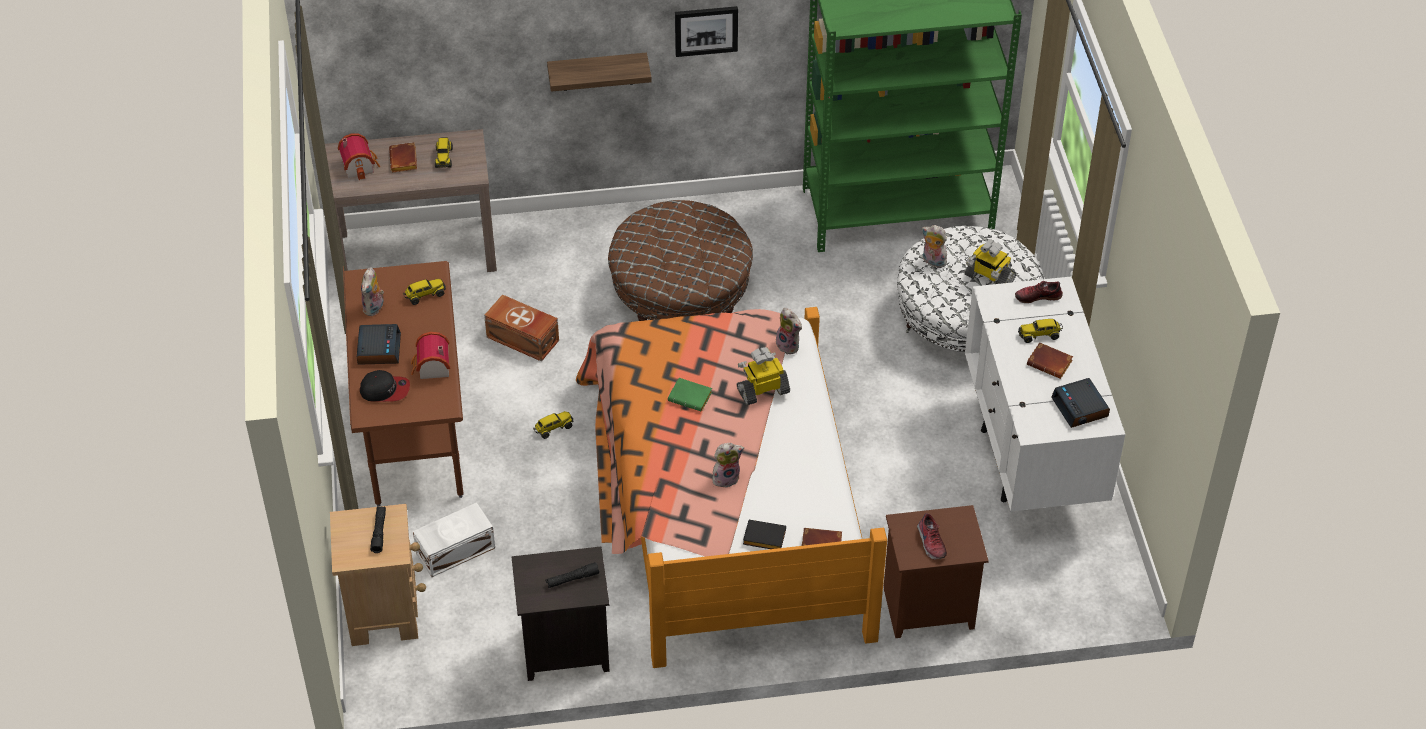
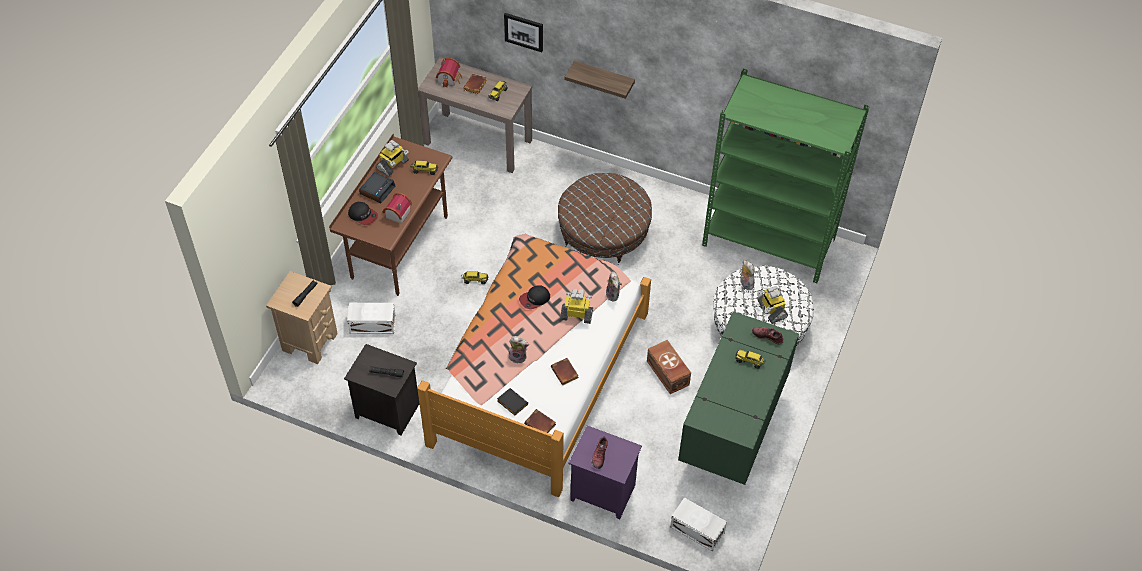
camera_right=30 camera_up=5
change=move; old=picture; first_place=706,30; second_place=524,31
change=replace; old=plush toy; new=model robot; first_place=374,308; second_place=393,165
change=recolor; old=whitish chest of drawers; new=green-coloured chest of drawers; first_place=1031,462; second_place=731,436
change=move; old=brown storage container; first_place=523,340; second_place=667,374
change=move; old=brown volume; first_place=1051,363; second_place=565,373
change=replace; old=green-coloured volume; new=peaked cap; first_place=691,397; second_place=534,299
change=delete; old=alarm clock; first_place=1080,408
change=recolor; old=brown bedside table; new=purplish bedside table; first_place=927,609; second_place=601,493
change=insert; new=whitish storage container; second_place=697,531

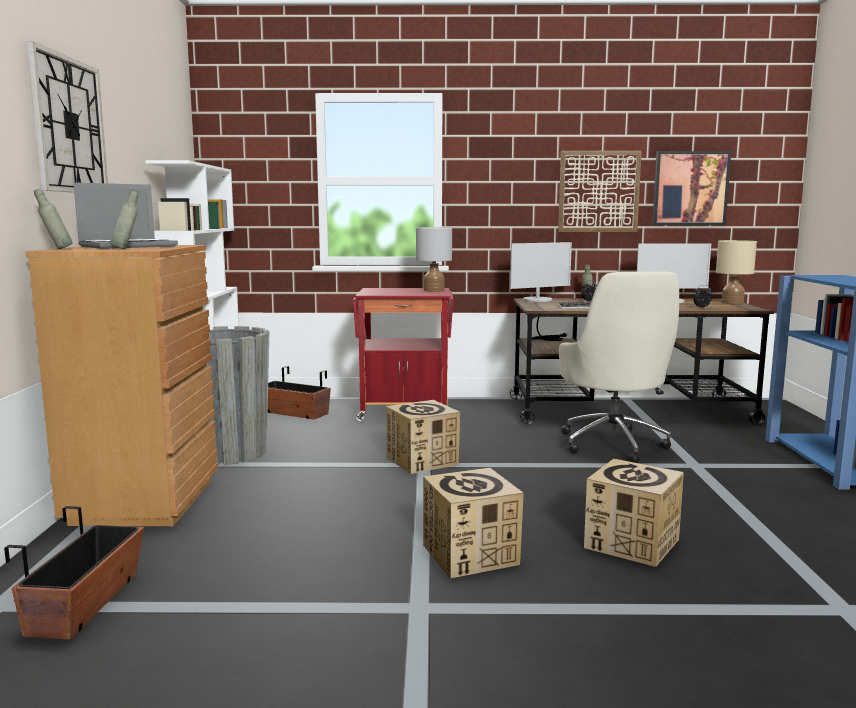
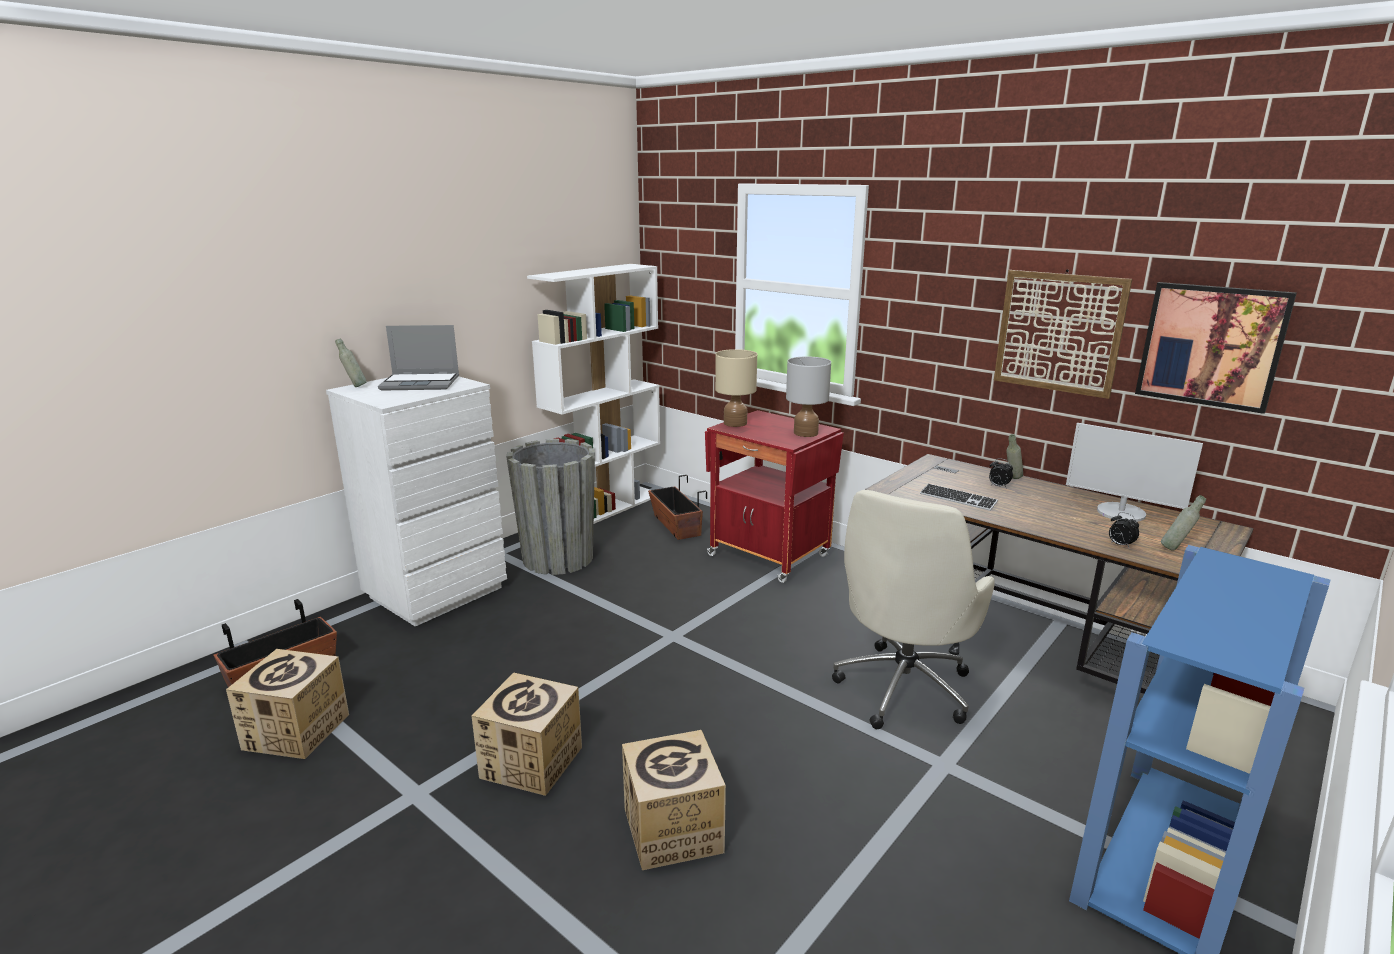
camera_right=40 camera_up=10
change=delete; old=hanging clock; first_place=69,125
change=move; old=gray beverage bottle; first_place=126,249; second_place=1176,549
change=move; old=beige tabletop lamp; first_place=732,303; second_place=734,423
change=delete; old=computer screen; first_place=538,300
change=recolor; old=brown chest of drawers; new=whitish chest of drawers; first_place=142,501; second_place=436,591
change=move; old=cardboard box; first_place=422,461; second_place=296,731

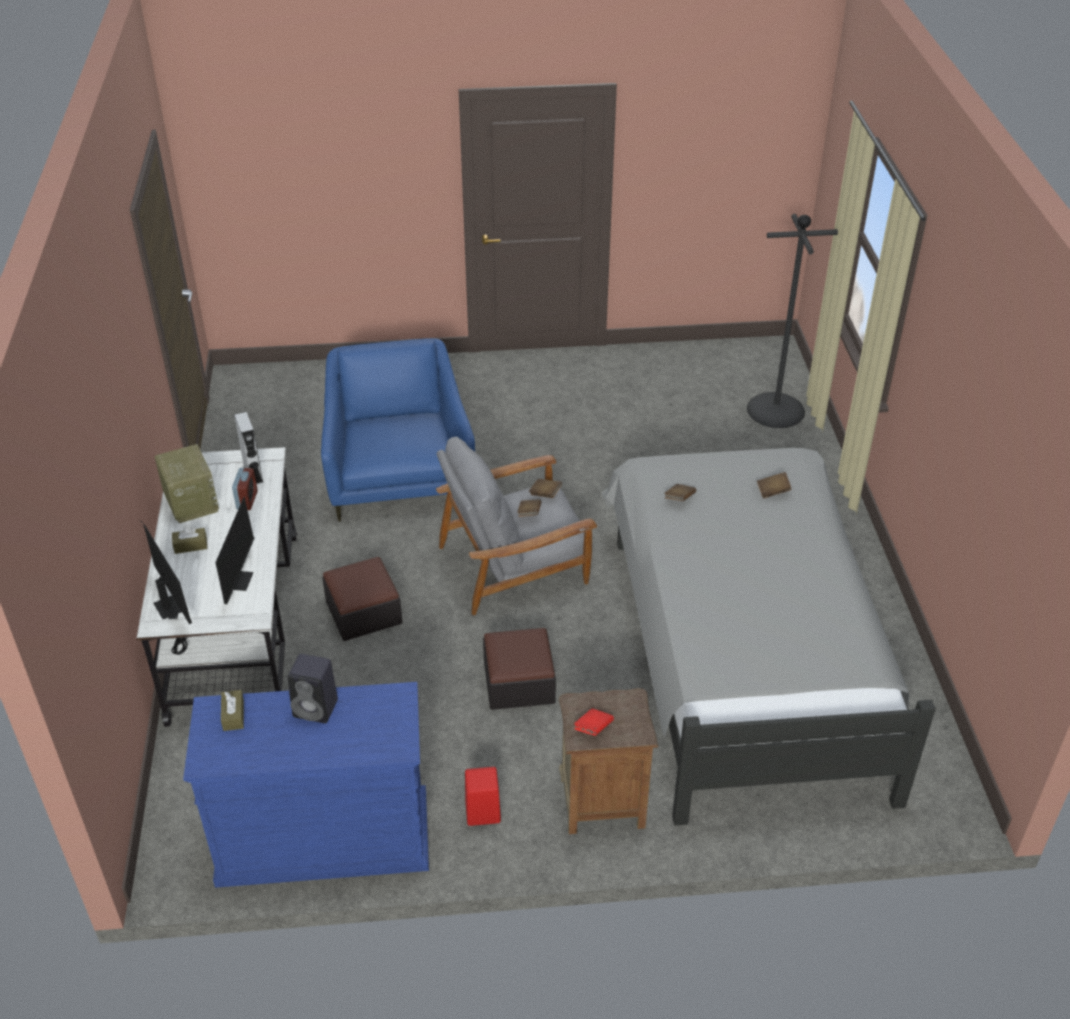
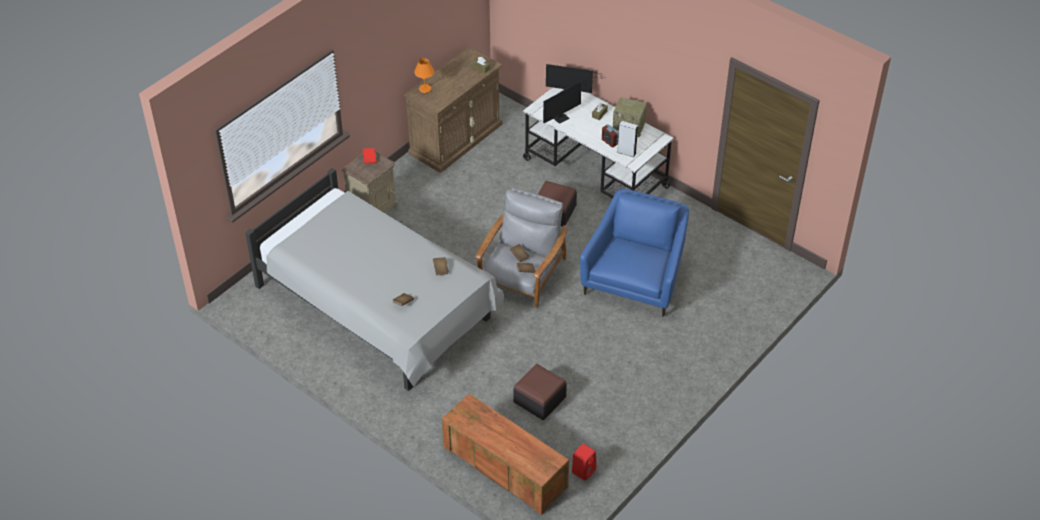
camera_right=135 camera_up=5
change=replace; old=blackish garment stand; new=brown indoor bench; first_place=775,410; second_place=503,467
change=rotate; old=blue easy chair; first_place=399,475; second_place=635,278; degrees=-105
change=rotate; old=computer screen; first_place=239,577; second_place=562,117; degrees=-90
change=move; old=pouffe; first_place=519,682; second_place=539,399
change=delete; old=blackish speaker; first_place=317,708
change=recolor; old=blue chest of drawers; new=brown chest of drawers; first_place=323,838; second_place=455,139
change=move; old=red speaker; first_place=481,813; second_place=584,470
change=insert; new=orange-coloured tabletop lamp; second_place=425,89

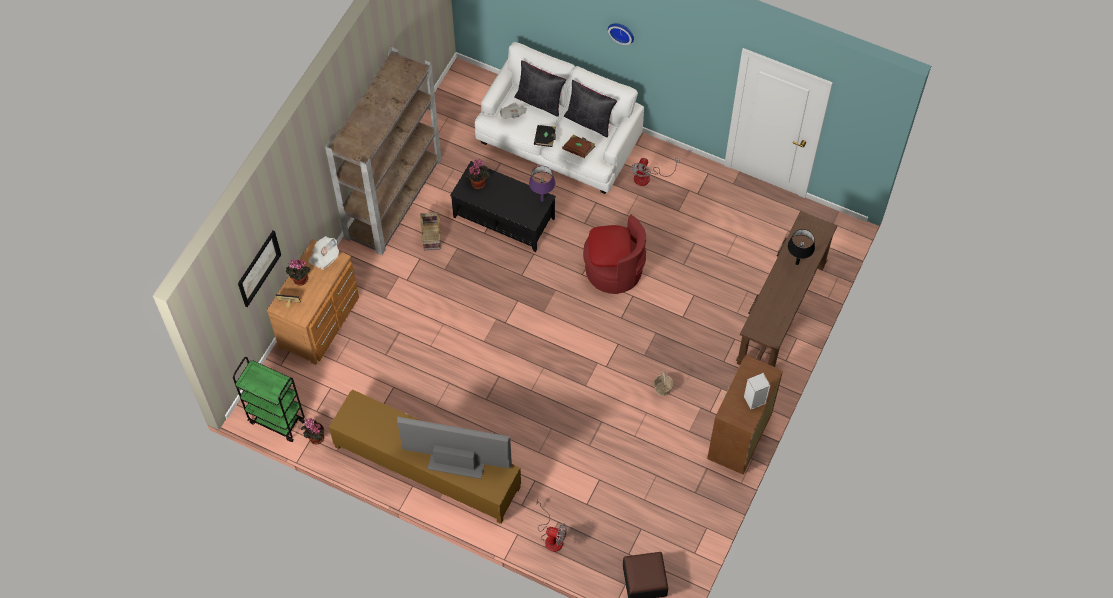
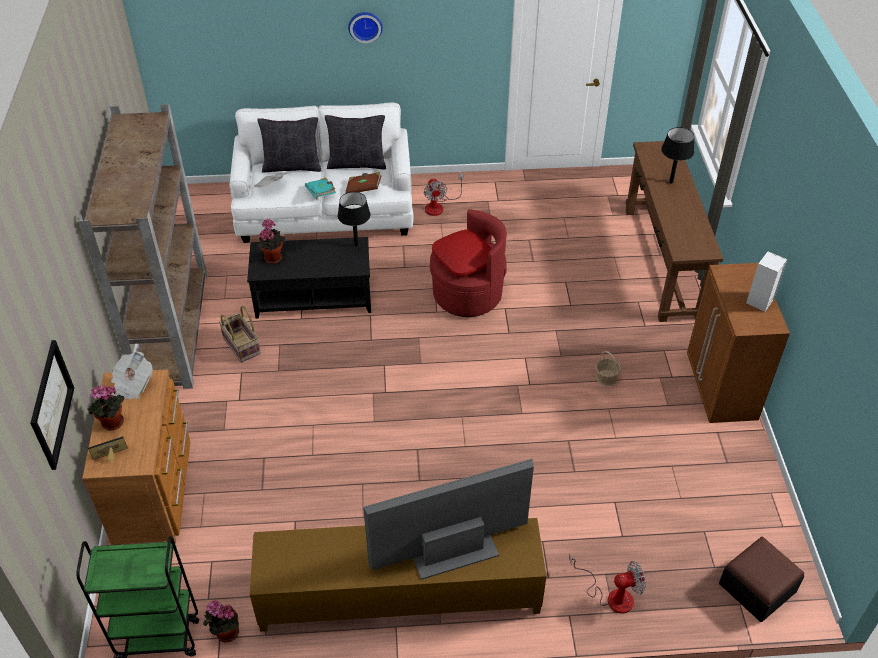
camera_right=-30 camera_up=-15
change=recolor; old=blackish volume; new=turquoise-coloured volume; first_place=545,139; second_place=321,193
change=recolor; old=purplish tabletop lamp; new=blackish tabletop lamp; first_place=542,200; second_place=356,245

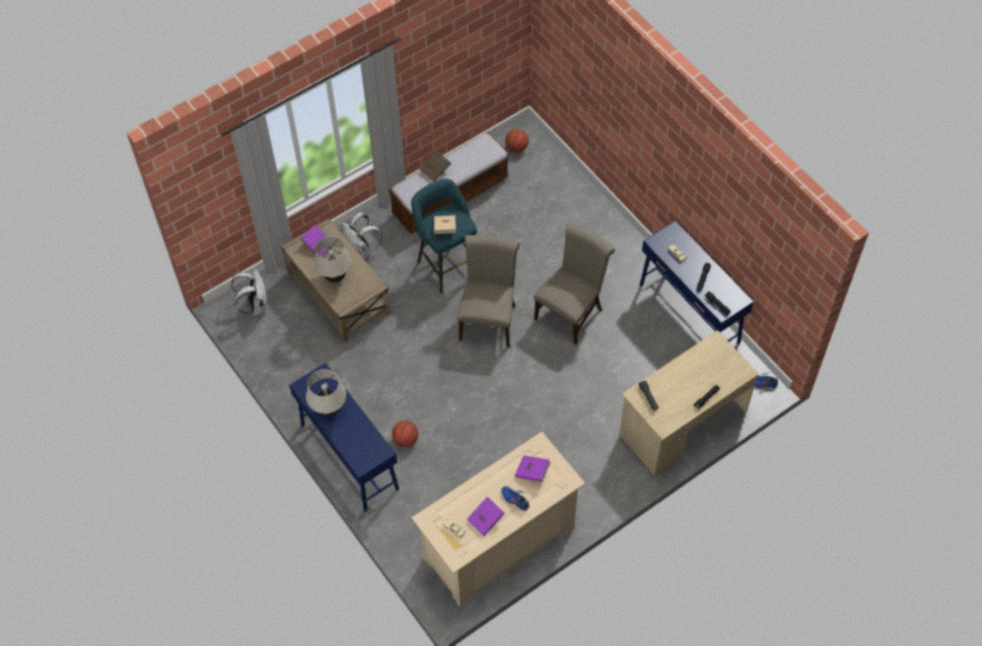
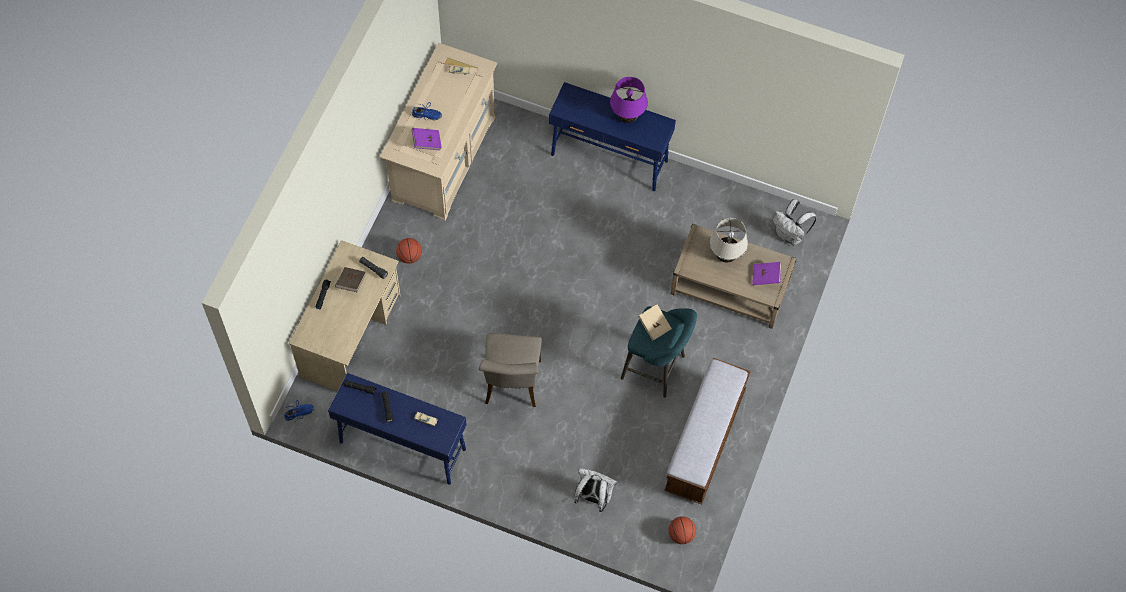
camera_right=145 camera_up=5
change=move; old=brown volume; first_place=435,170; second_place=351,283
change=move; old=whitish backpack; first_place=361,250; second_place=593,497
change=delete; old=beige upright chair; first_place=488,319
change=recolor; old=beige tabletop lamp; new=purplish tabletop lamp; first_place=329,410; second_place=627,117
change=move; old=basketball; first_place=405,440; second_place=409,256
change=delete; old=purplish volume; first_place=485,519

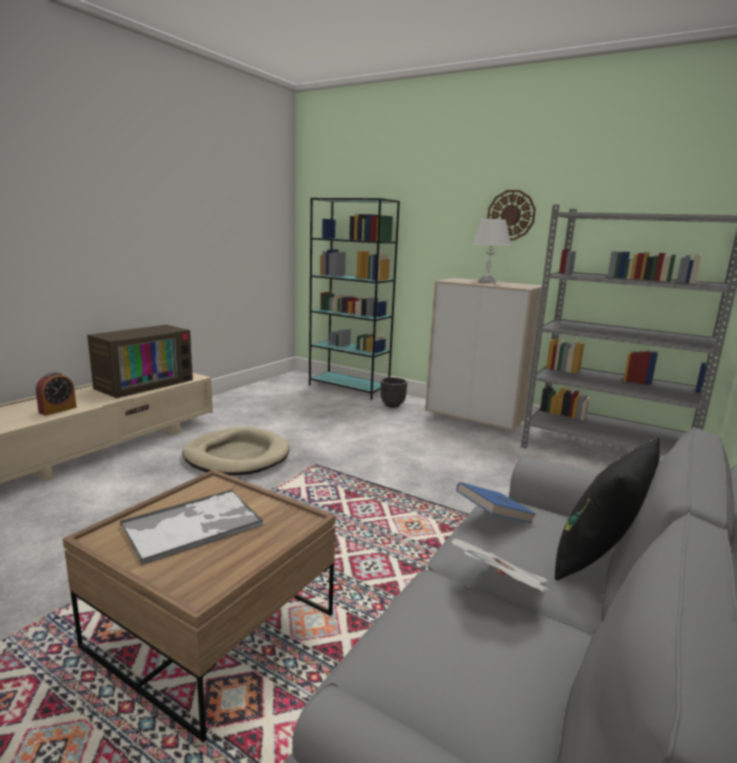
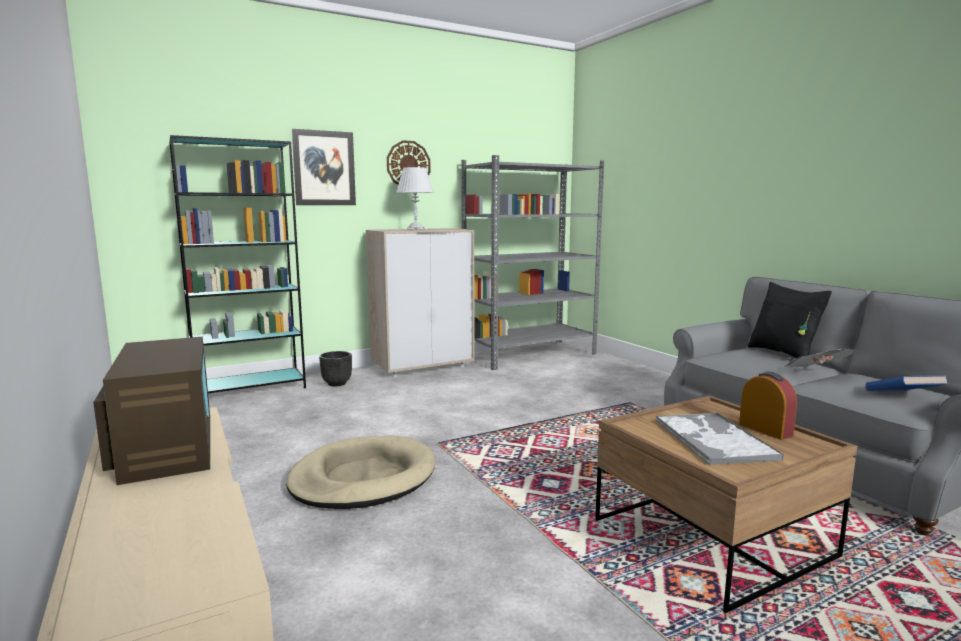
camera_right=-60 camera_up=-5
change=move; old=alarm clock; first_place=58,410; second_place=765,429
change=move; old=blue volume; first_place=493,518; second_place=902,397
change=insert; new=picture; second_place=324,168

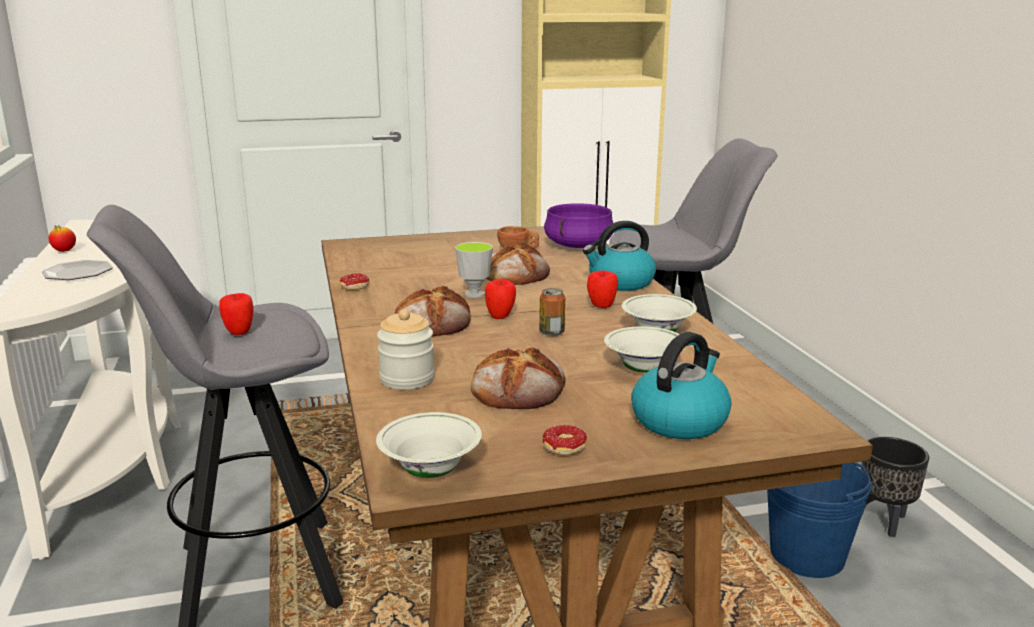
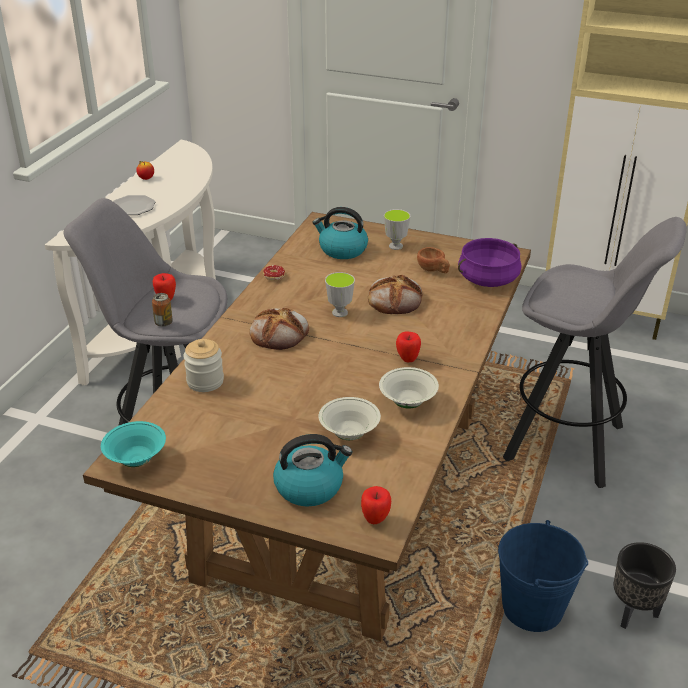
camera_right=35 camera_up=15
change=move; old=kettle; first_place=620,283; second_place=342,250
change=move; old=apple; first_place=500,317; second_place=375,520
change=move; old=sealed can; first_place=551,332; second_place=163,323
change=delete; old=bakery bread; first_place=518,389
change=recolor; old=whitish serving bowl; new=turquoise-coloured serving bowl; first_place=431,471; second_place=136,460
change=delete; old=donut; first_place=566,451
change=insert; new=drinking cup; second_place=395,246

